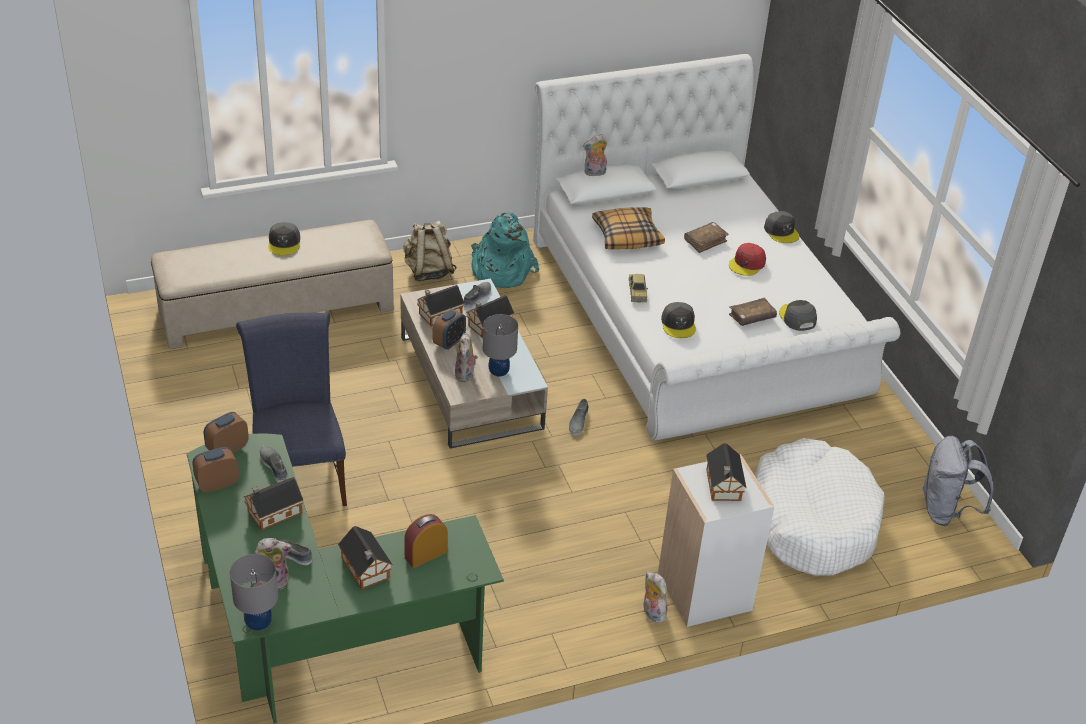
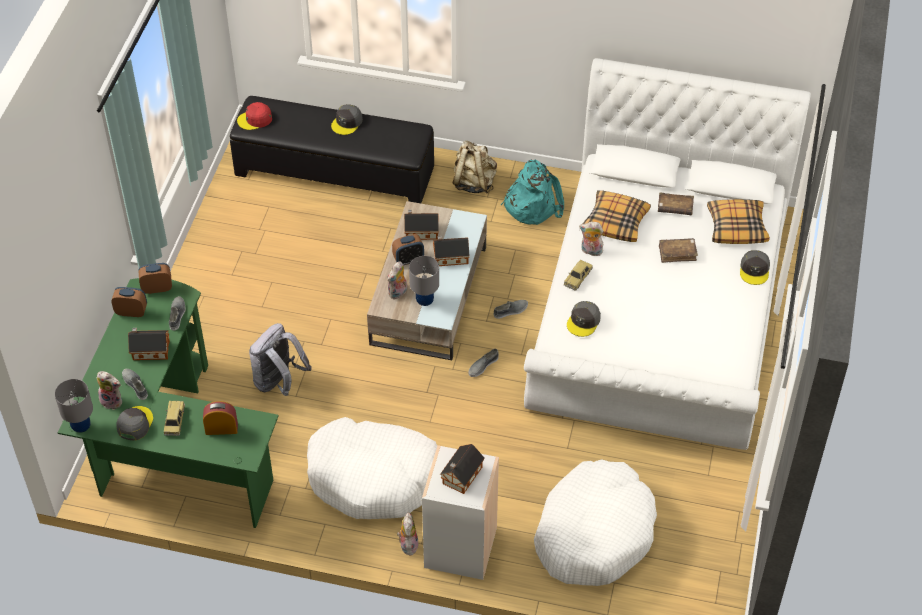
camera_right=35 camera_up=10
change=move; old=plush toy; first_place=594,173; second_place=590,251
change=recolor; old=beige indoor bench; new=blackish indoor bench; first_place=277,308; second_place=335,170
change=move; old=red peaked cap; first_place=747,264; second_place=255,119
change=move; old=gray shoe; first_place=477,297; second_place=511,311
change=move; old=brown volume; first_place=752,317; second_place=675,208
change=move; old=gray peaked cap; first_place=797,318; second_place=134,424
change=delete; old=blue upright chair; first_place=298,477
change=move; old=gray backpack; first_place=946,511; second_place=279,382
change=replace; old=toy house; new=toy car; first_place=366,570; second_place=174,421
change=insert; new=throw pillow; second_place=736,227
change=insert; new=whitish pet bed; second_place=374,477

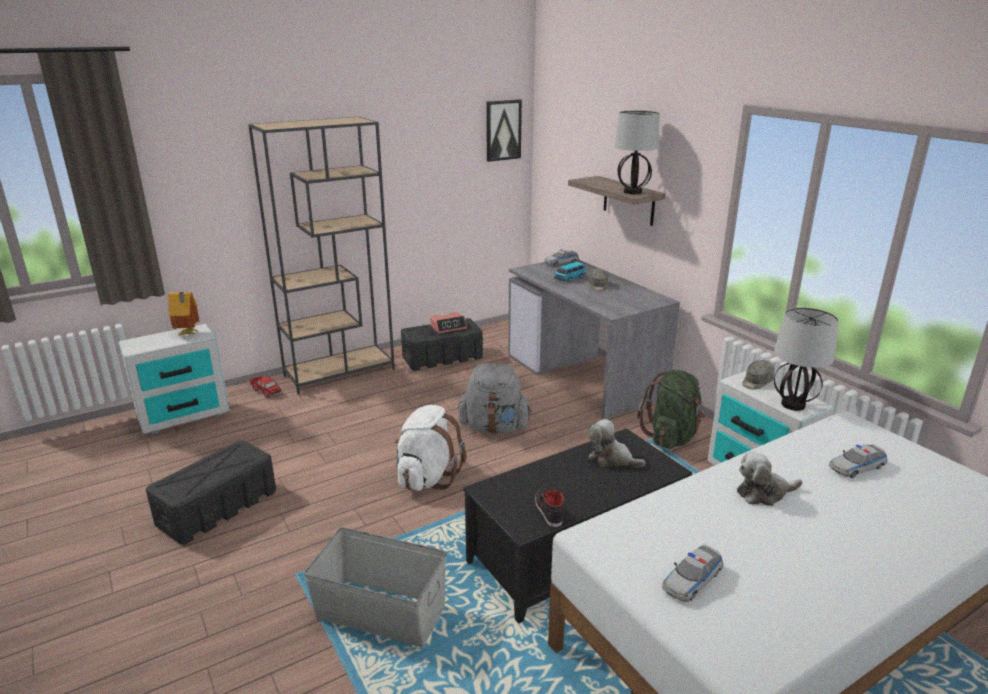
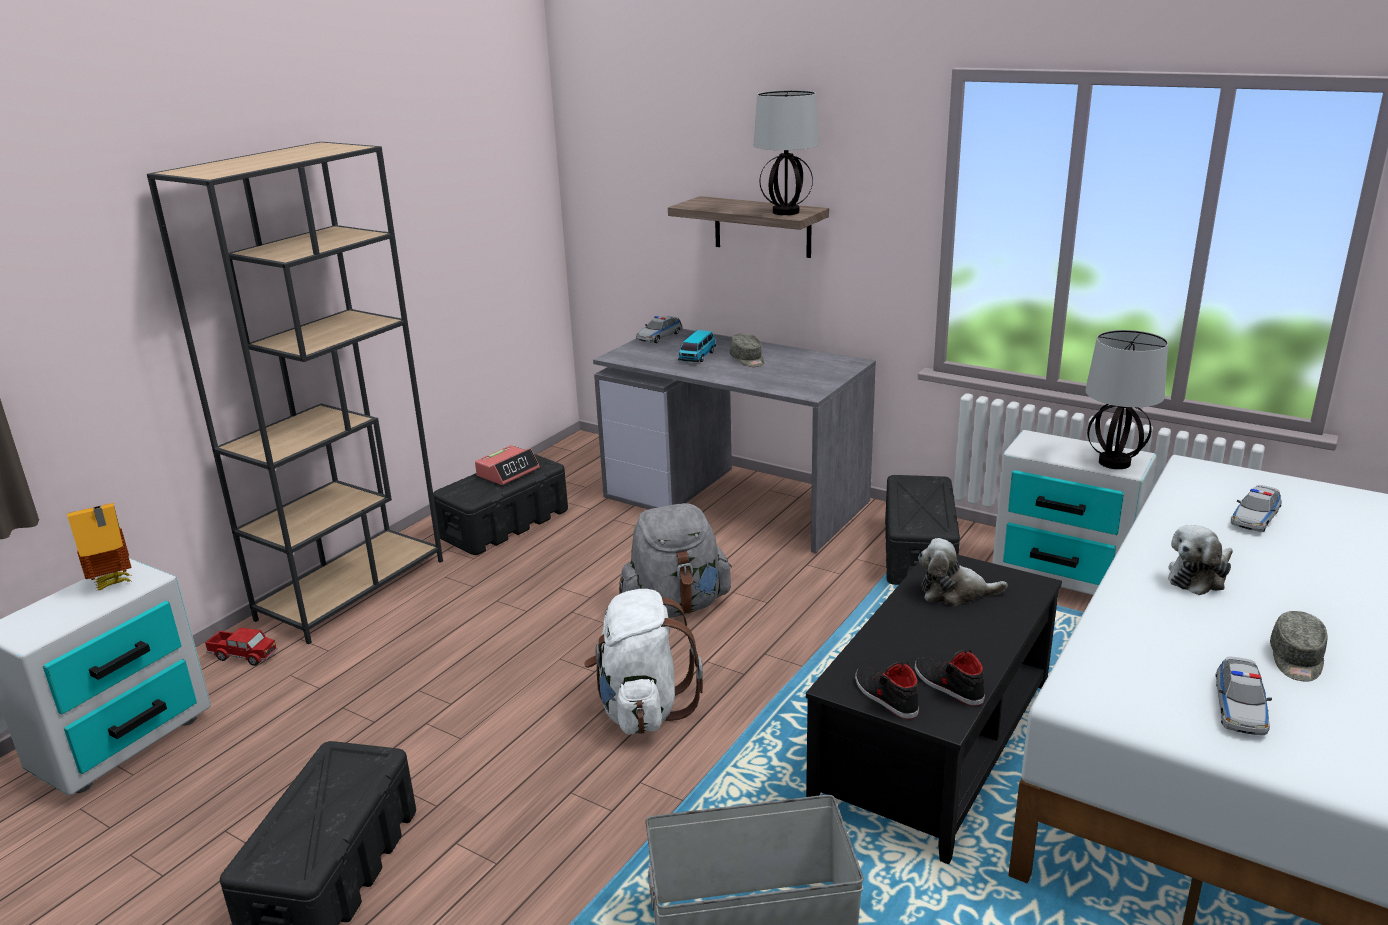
camera_right=-25 camera_up=0
change=delete; old=picture; first_place=503,130
change=move; old=gray peaked cap; first_place=756,382; second_place=1296,659
change=replace; old=green-coloured backpack; new=blackish storage container; first_place=671,437; second_place=918,552
change=insert; new=blackish shoe; second_place=885,697

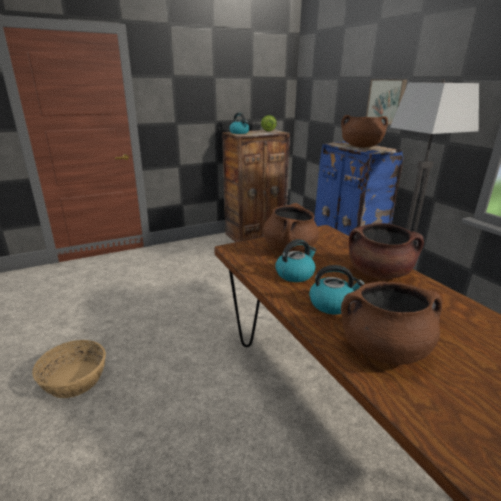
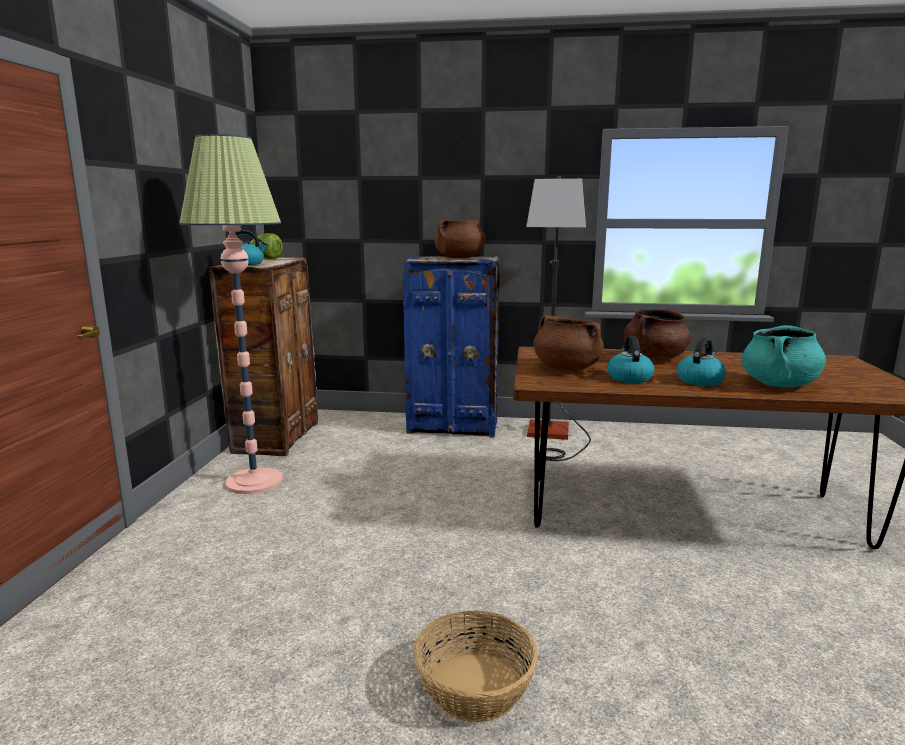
camera_right=-55 camera_up=-10
change=delete; old=picture; first_place=386,102
change=recolor; old=brown stockpot; new=turquoise-coloured stockpot; first_place=383,349; second_place=779,384
change=insert; new=standard lamp; second_place=254,481

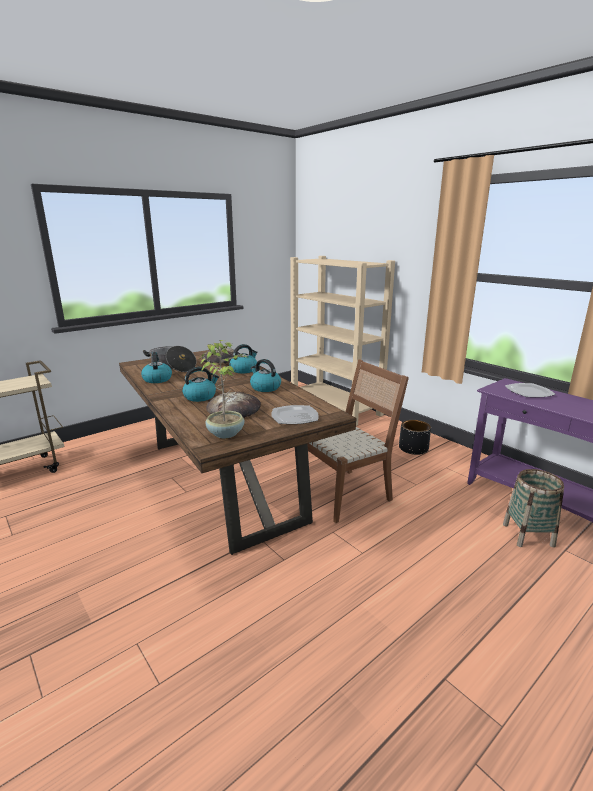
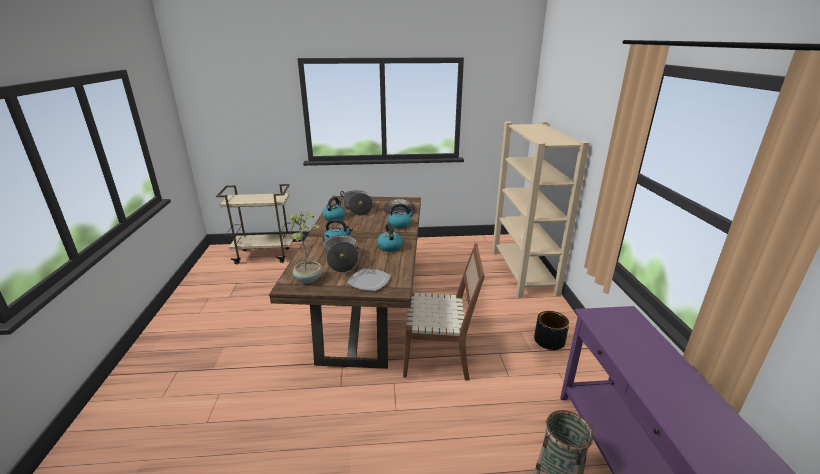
camera_right=35 camera_up=5
change=delete; old=flat dish; first_place=529,392
change=replace; old=bakery bread; new=stockpot; first_place=234,409; second_place=341,260

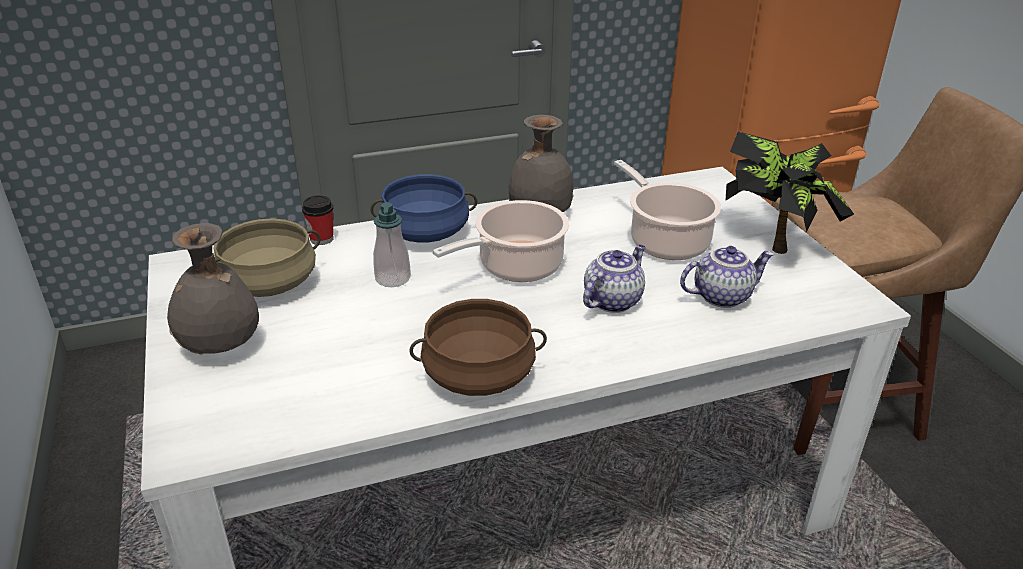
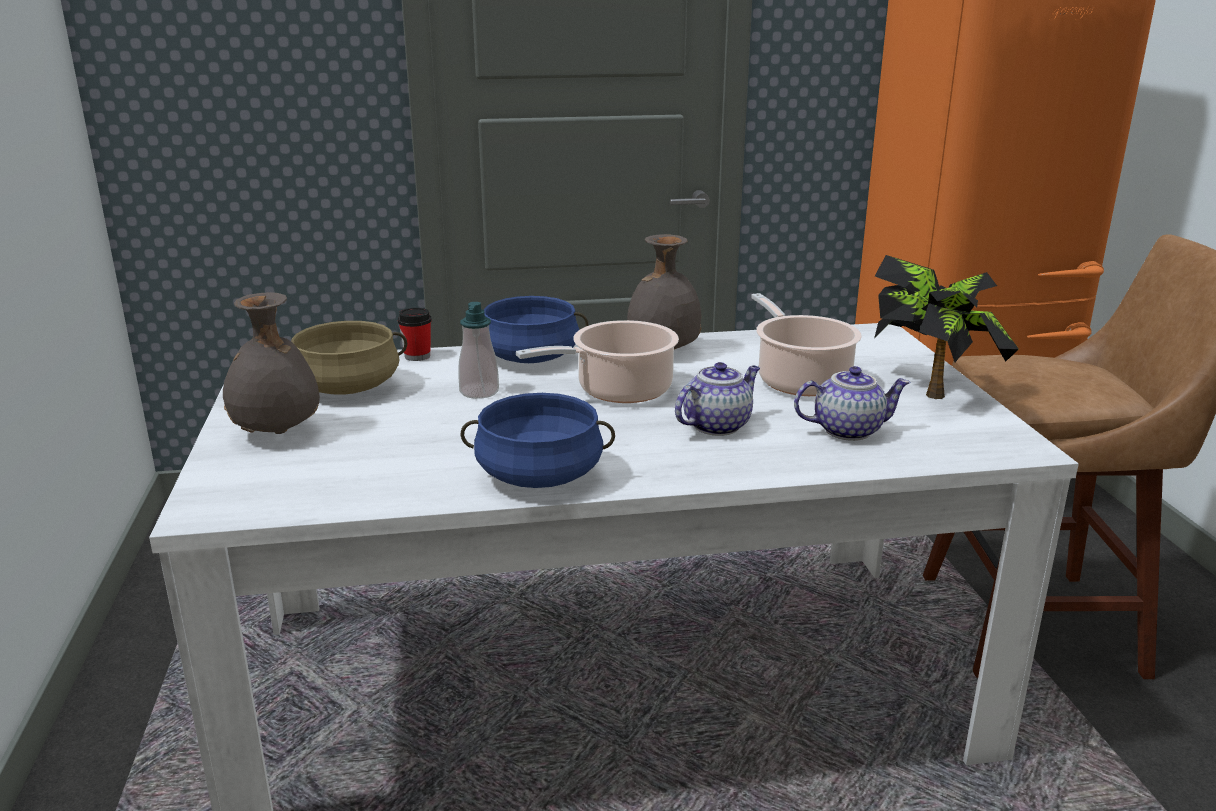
camera_right=10 camera_up=-10
change=recolor; old=brown stockpot; new=blue stockpot; first_place=478,375; second_place=539,476

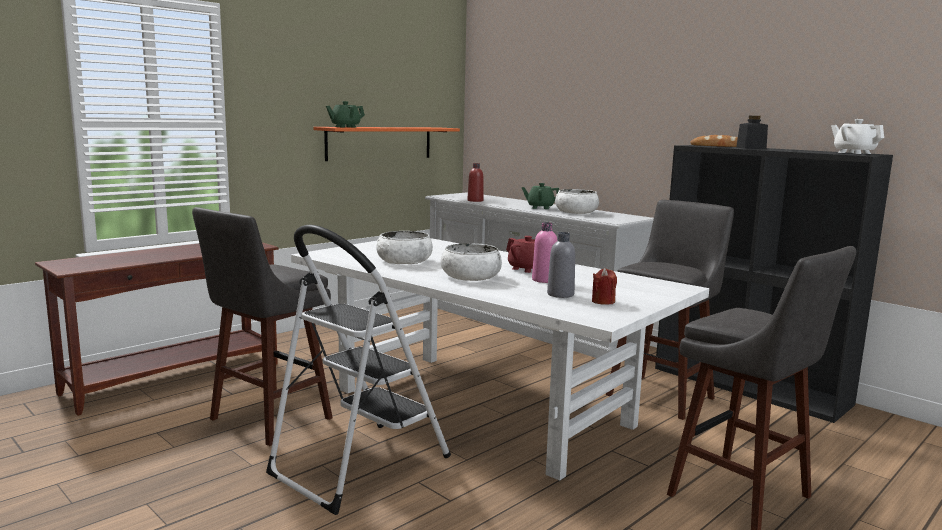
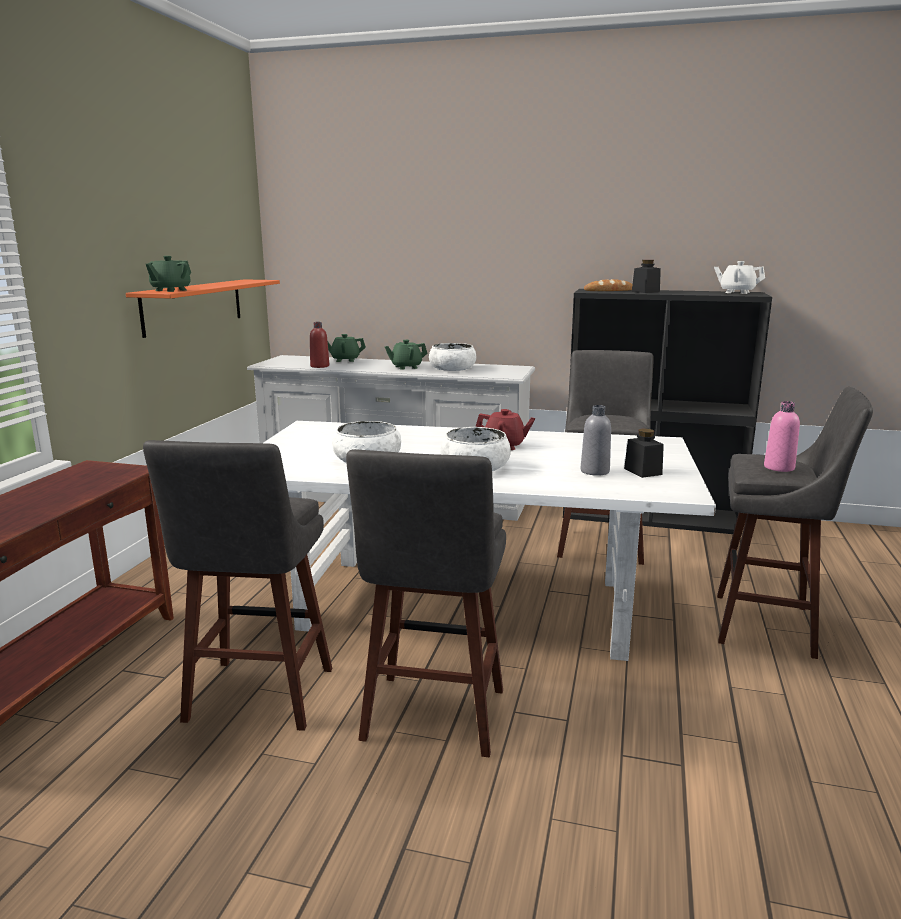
camera_right=-30 camera_up=5
change=move; old=pink beverage bottle; first_place=544,280; second_place=779,467
change=replace; old=step stool; new=gray stool seat; first_place=356,466; second_place=432,718
change=replace; old=red candle; new=blackish storage jar; first_place=603,301; second_place=643,471
change=insert; new=green-coloured pot for tea; second_place=345,360

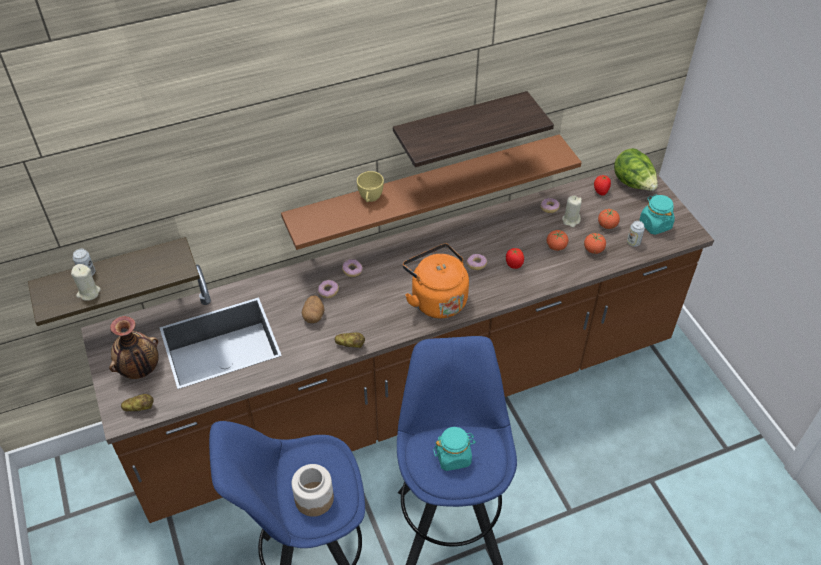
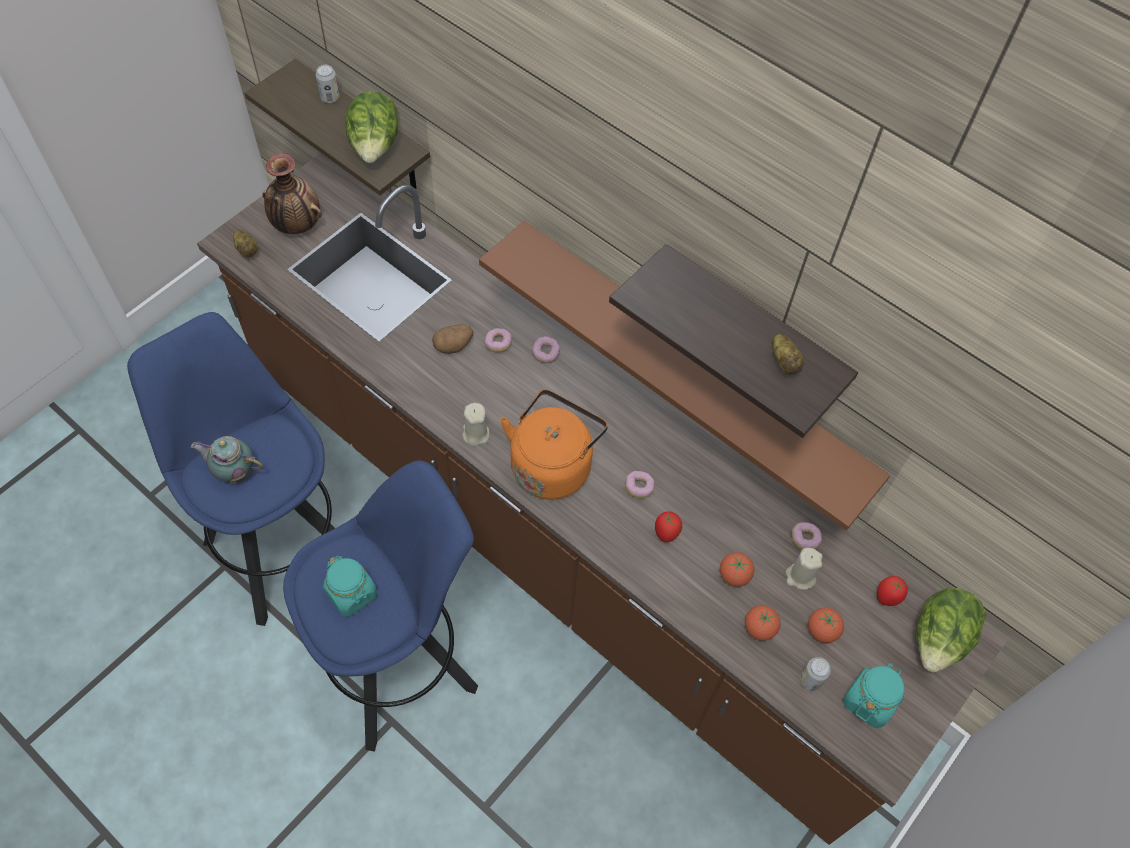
camera_right=60 camera_up=10
change=delete; old=yellow-coloured drinking cup; first_place=370,199
change=move; old=beige candle; first_place=88,292; second_place=475,434
change=move; old=potato; first_place=350,344; second_place=784,362
change=replace; old=storage jar; new=pot for tea; first_place=314,498; second_place=234,472
change=insert; new=lettuce; second_place=375,147

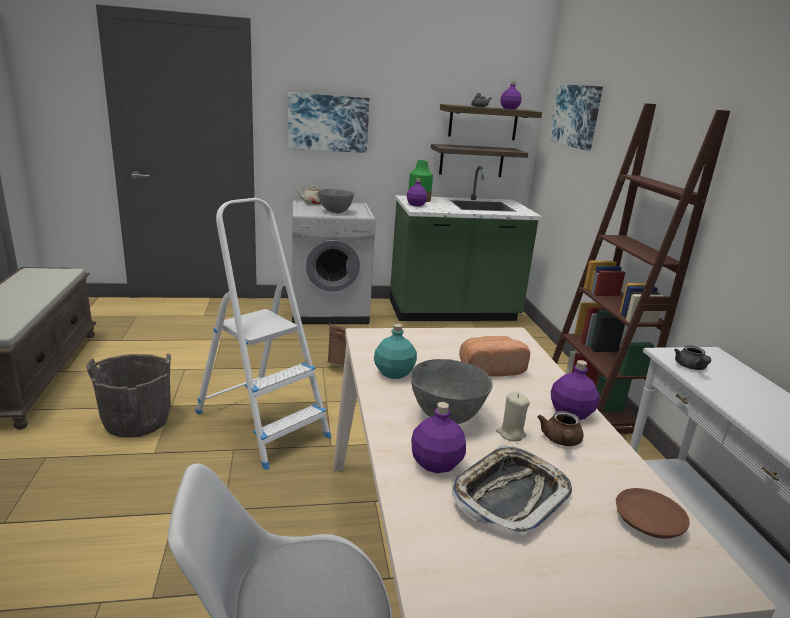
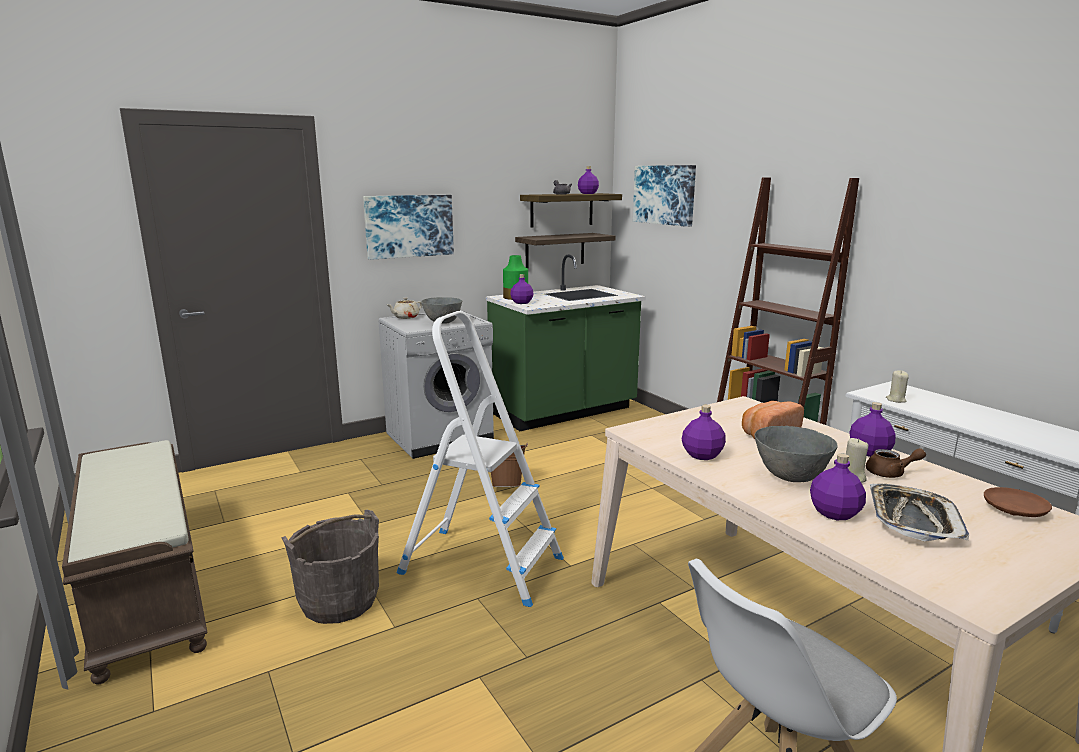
camera_right=-20 camera_up=-5
change=recolor; old=turquoise-coloured beverage bottle; new=purplish beverage bottle; first_place=394,373; second_place=702,455
change=replace; old=gray pot for tea; new=beige candle; first_place=691,367; second_place=896,400
change=rotate; old=brown pot for tea; first_place=561,441; second_place=891,473; degrees=-75

